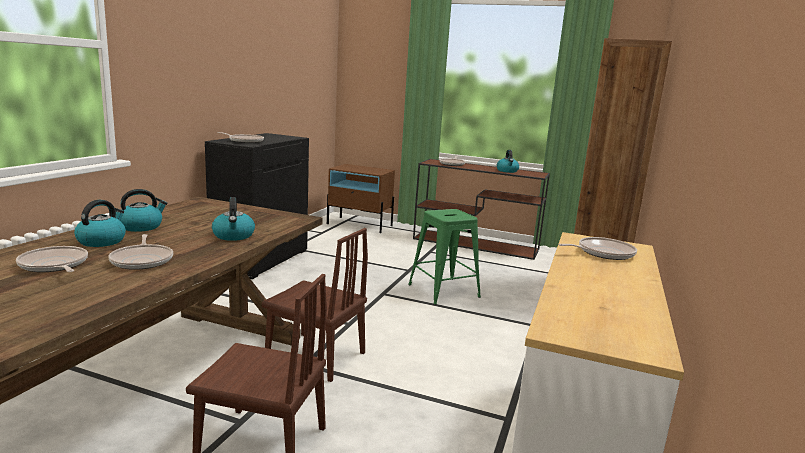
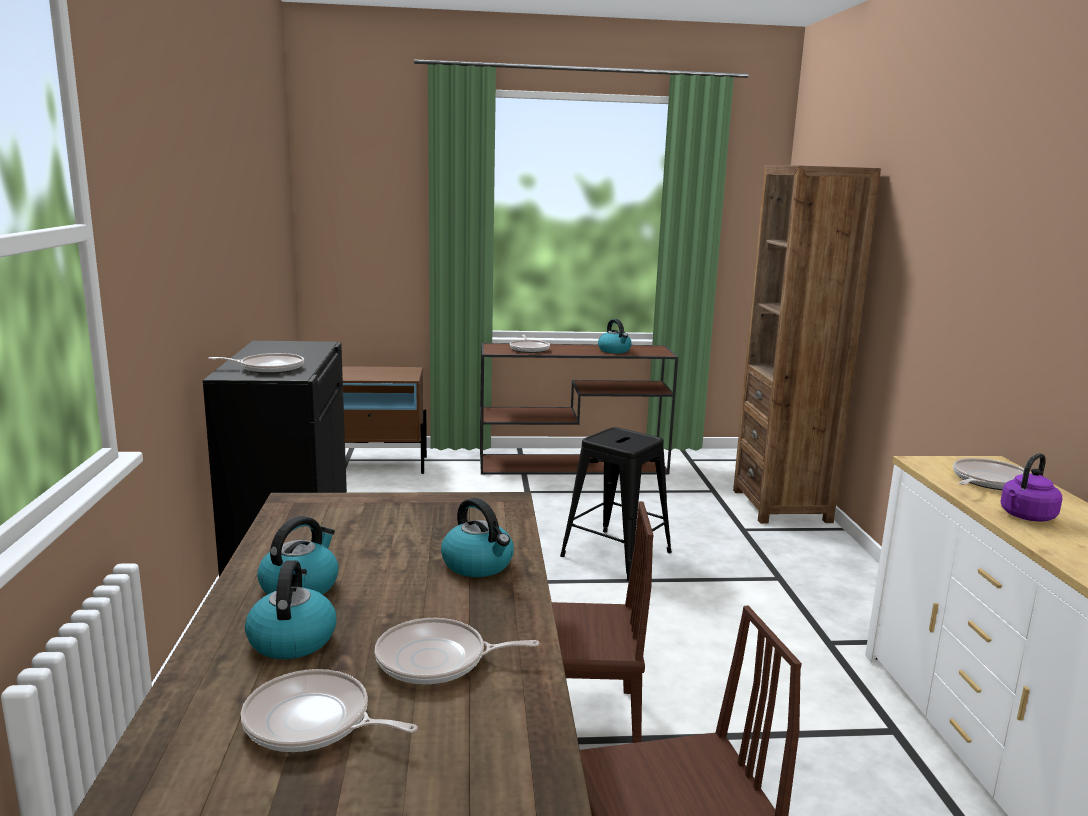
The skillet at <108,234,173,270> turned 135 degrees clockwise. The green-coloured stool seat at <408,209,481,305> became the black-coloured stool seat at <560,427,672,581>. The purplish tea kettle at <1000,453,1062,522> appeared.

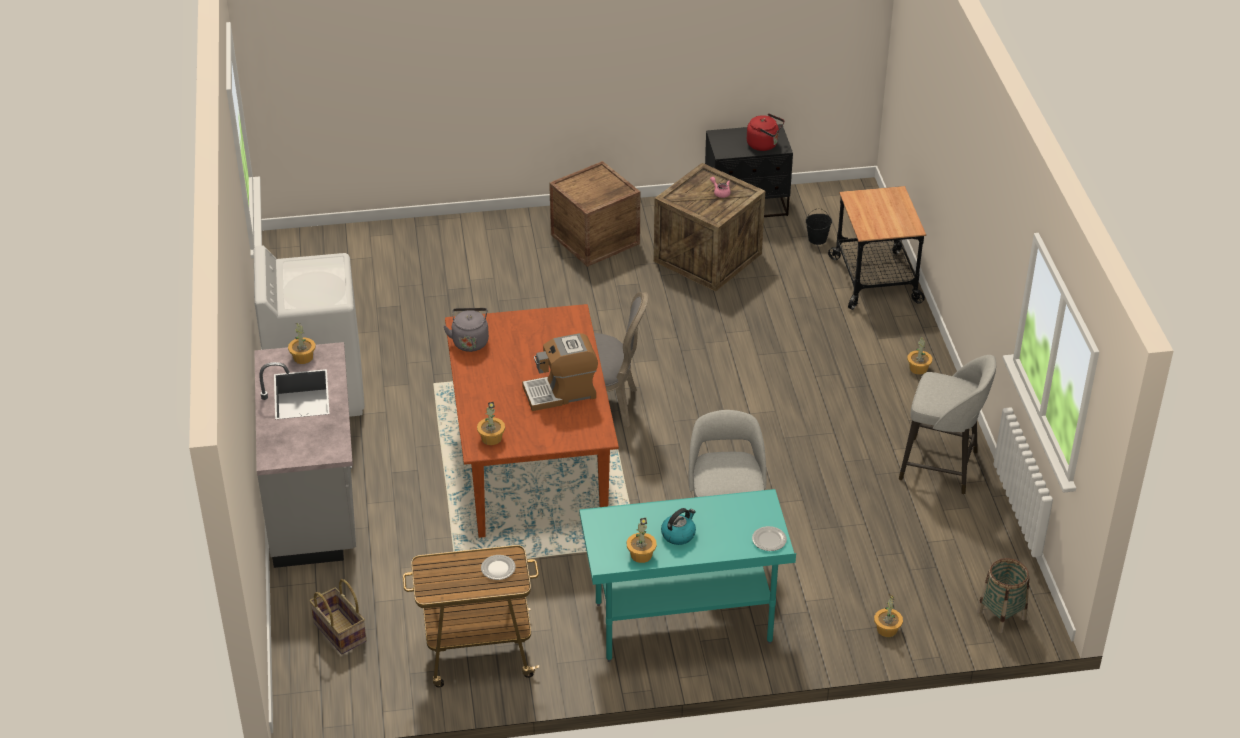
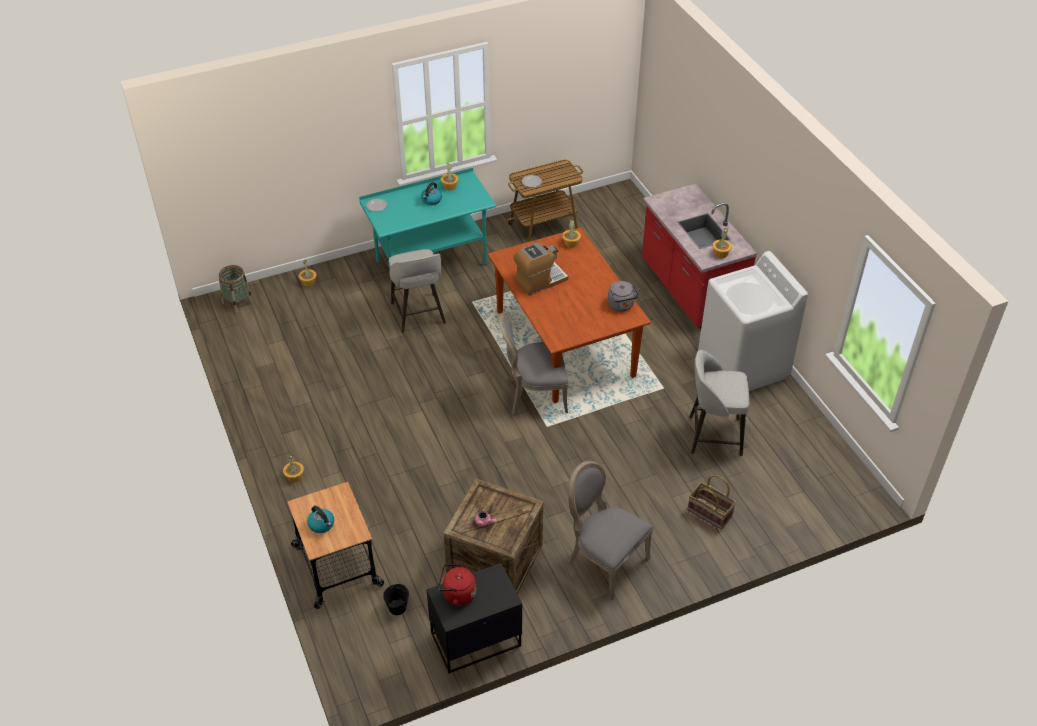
The gray kitchen counter at <254,342,356,568> became the reddish kitchen counter at <642,184,757,329>. The storage basket moved from <310,579,367,654> to <687,475,736,529>. The crate at <549,161,640,267> was replaced by the gray chair at <568,461,653,601>. The gray stool seat moved from <899,355,996,494> to <689,350,750,456>. The tea kettle at <307,506,334,533> appeared.

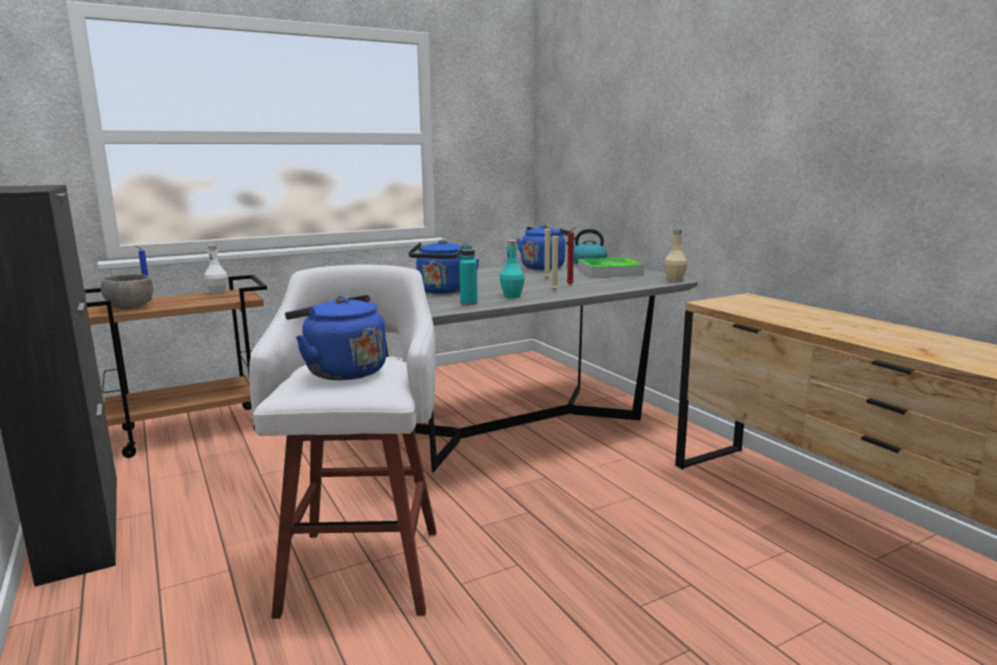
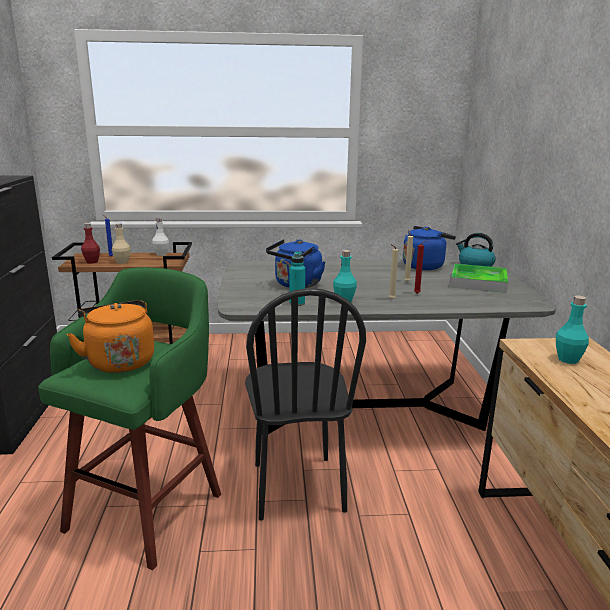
The gray bowl at <101,274,153,310> was replaced by the reddish beverage bottle at <81,223,100,264>. The whitish stool seat at <249,265,437,619> became the green-coloured stool seat at <38,267,221,570>. The bluish tea kettle at <285,295,386,380> became the orange tea kettle at <67,300,154,373>. The beige beverage bottle moved from <664,230,687,281> to <112,223,130,264>. The black-coloured chair at <245,288,366,521> appeared. The blue-green beverage bottle at <556,296,589,364> appeared.

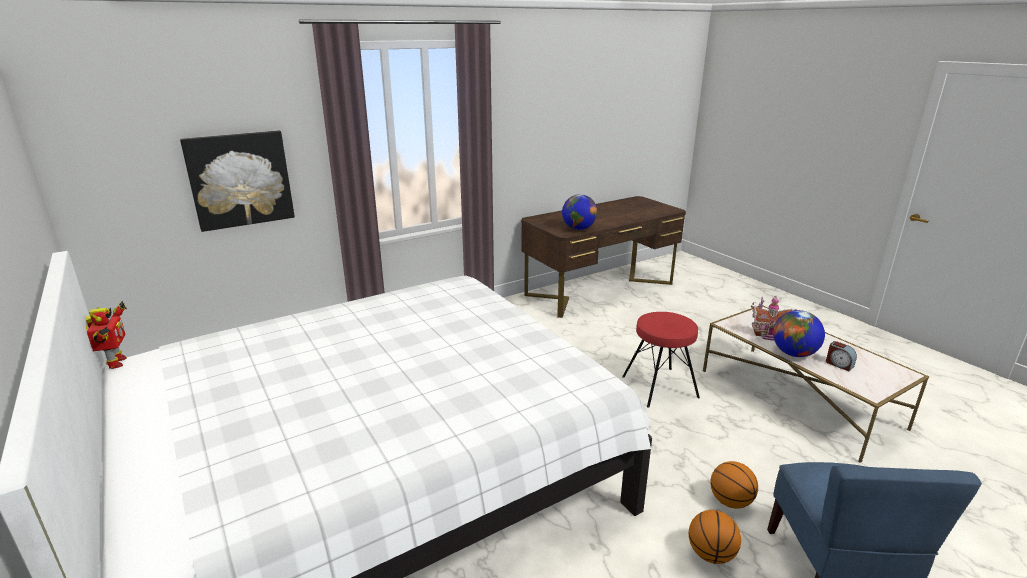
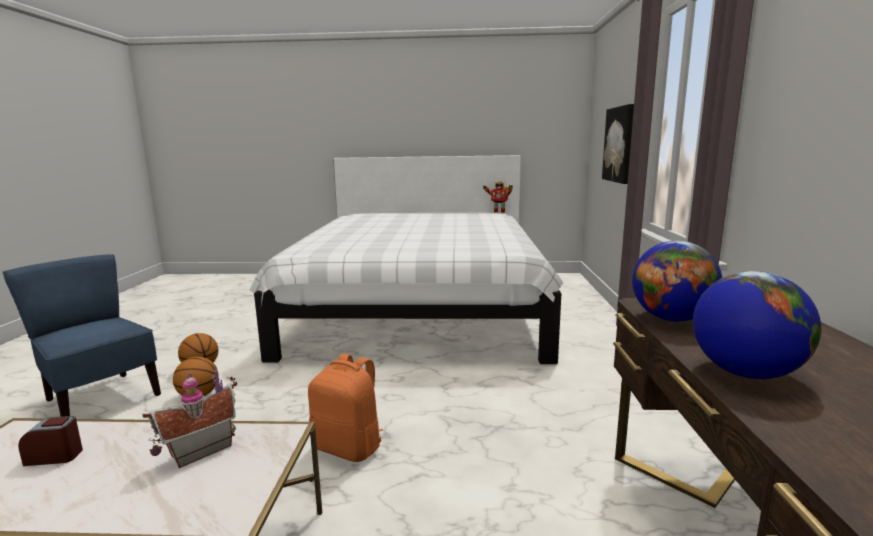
The reddish stool seat at <622,312,700,408> was replaced by the orange knapsack at <308,353,383,462>. The globe moved from <773,310,825,357> to <693,271,821,379>.

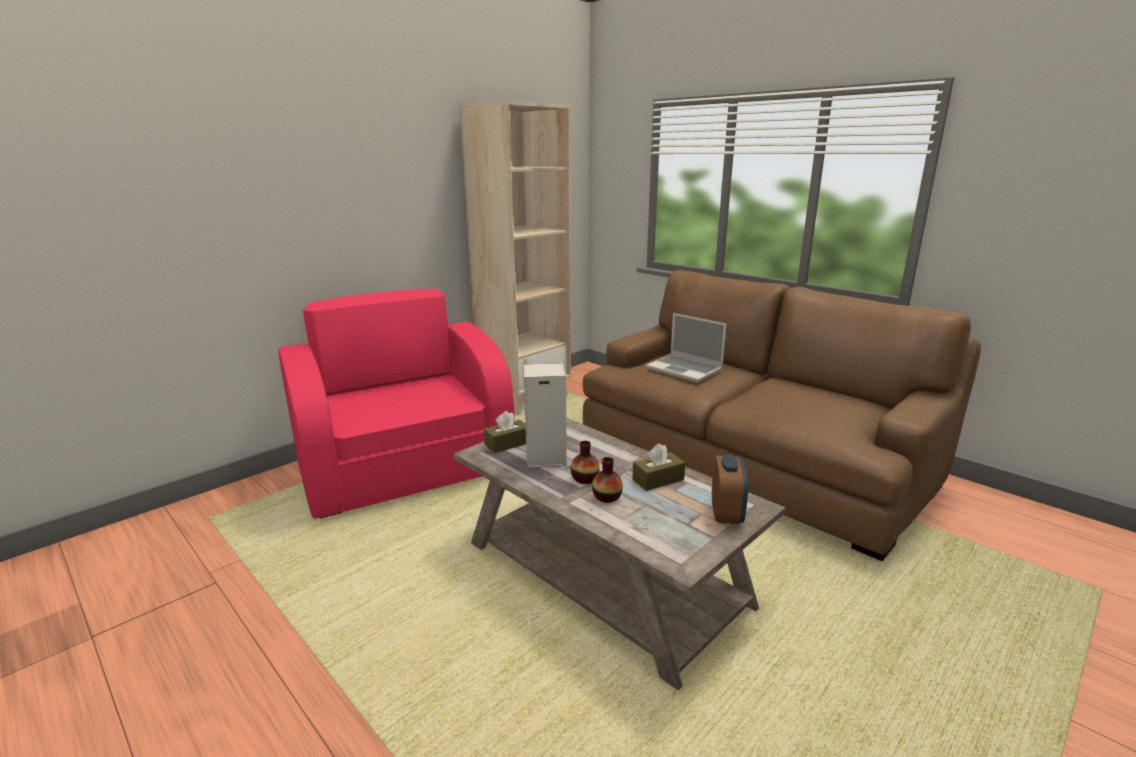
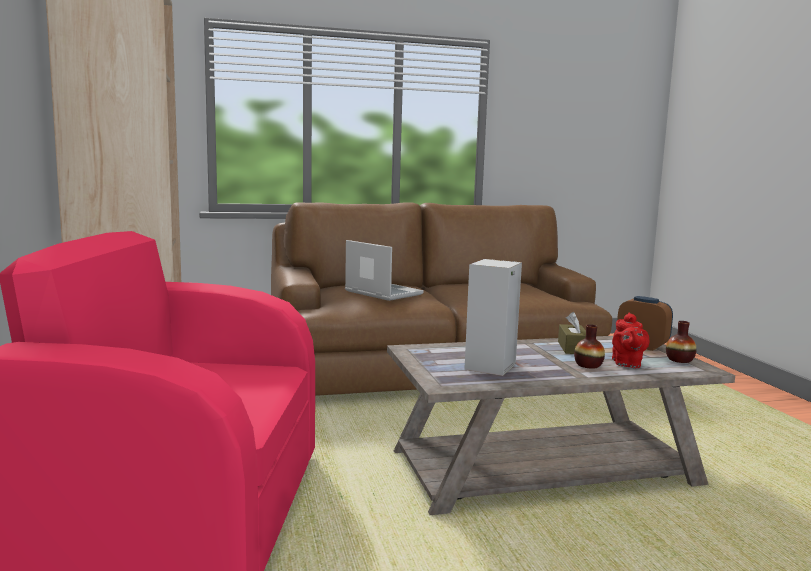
The brown tissue holder at <484,411,526,453> disappeared. The decorative vase moved from <571,441,600,484> to <666,321,697,363>. The notebook computer at <646,313,727,383> turned 120 degrees counterclockwise. The reddish teapot at <612,313,649,368> appeared.

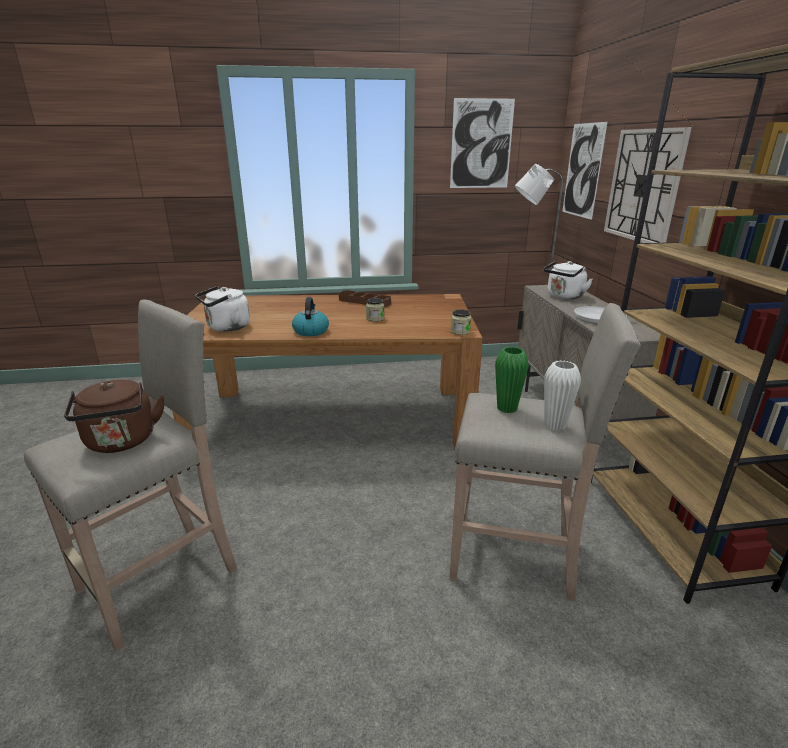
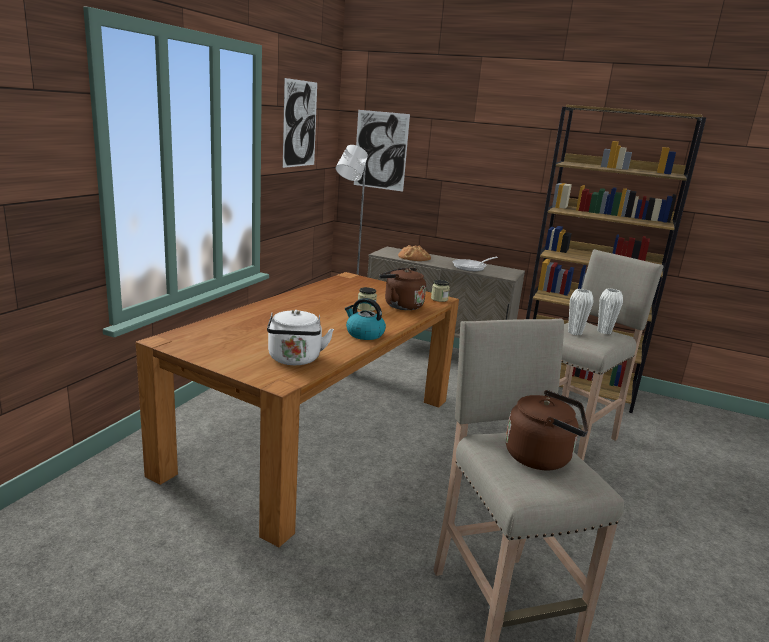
The brown tray at <339,290,391,307> disappeared. The green-coloured decorative vase at <495,347,529,413> became the whitish decorative vase at <568,289,593,335>. The whitish tea kettle at <544,261,593,299> was replaced by the baked bread at <398,245,431,261>. The wall clock at <604,127,692,243> disappeared. The brown tea kettle at <379,268,426,310> appeared.

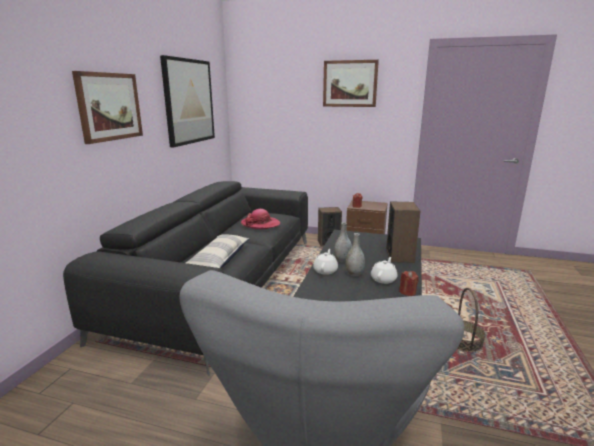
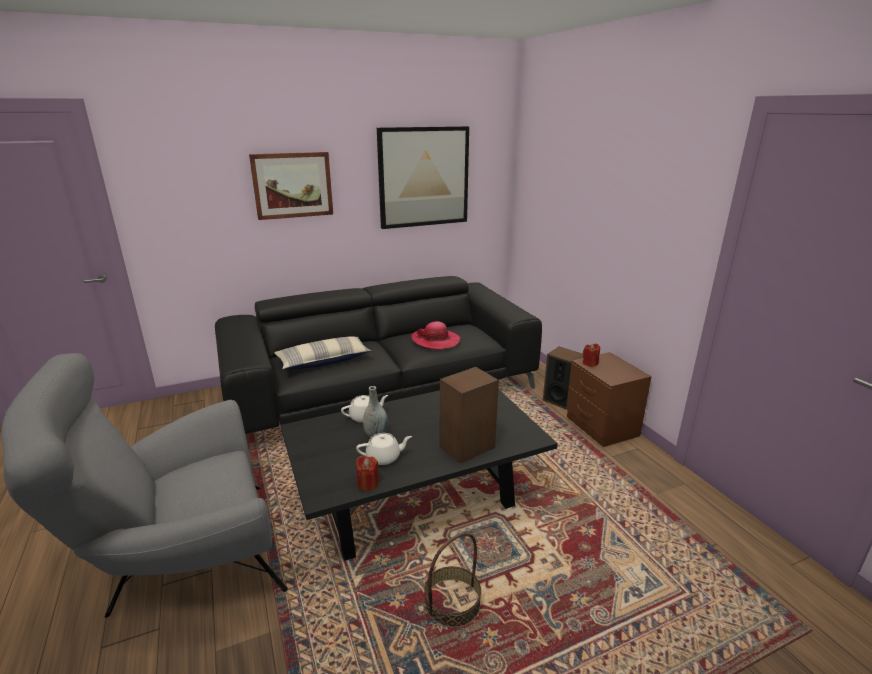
The wall art at <323,60,379,107> disappeared. The gray decorative vase at <334,222,352,263> disappeared.

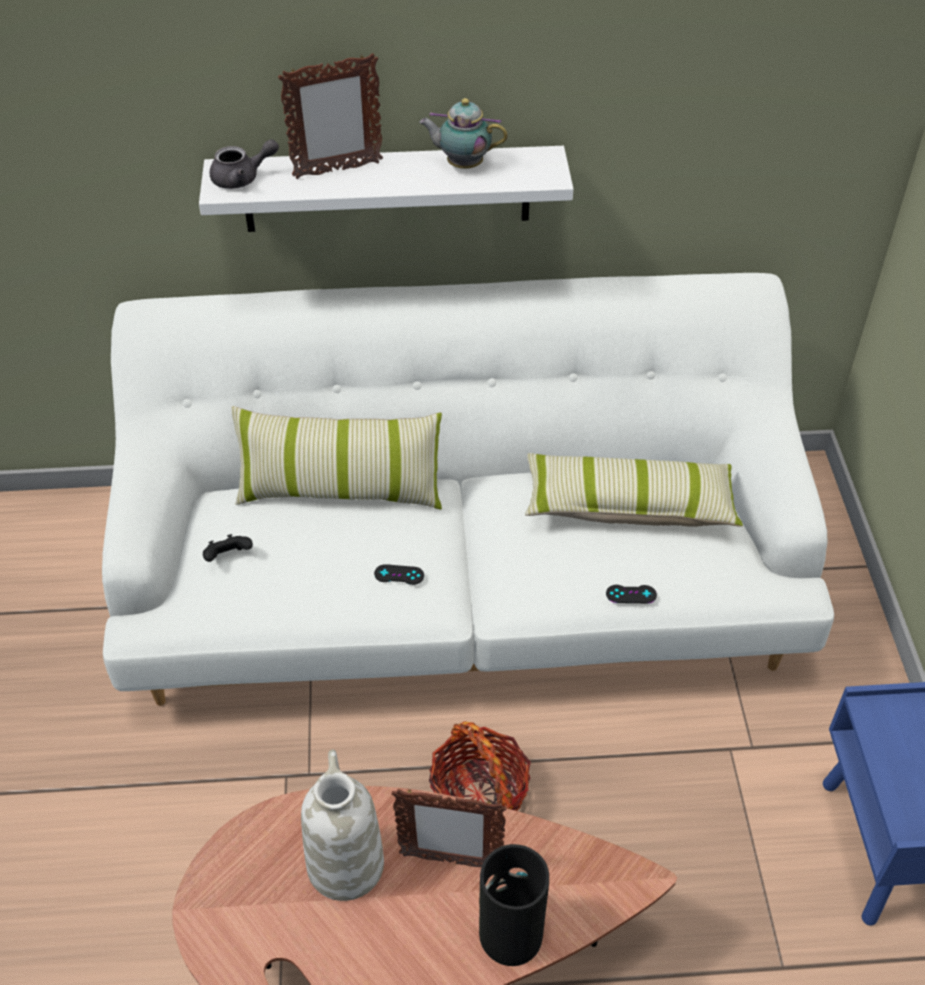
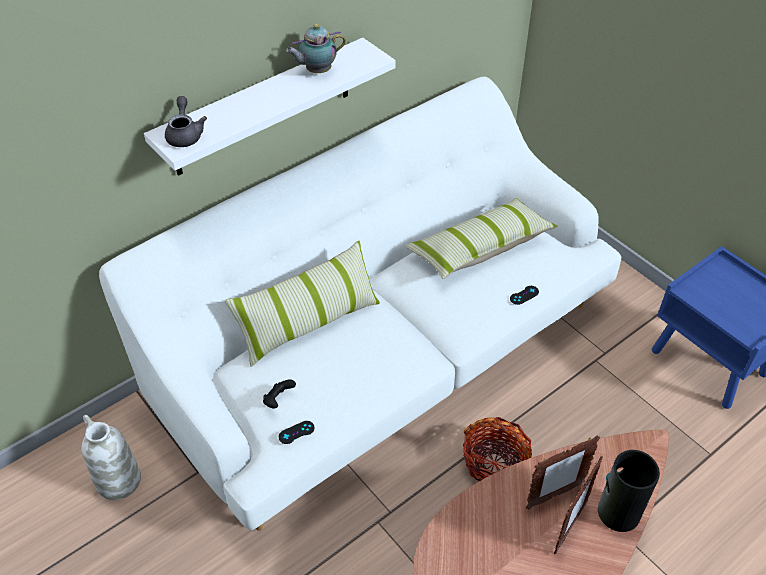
The gray teapot at <209,139,279,189> turned 45 degrees counterclockwise. The picture frame moved from <278,53,383,179> to <554,456,603,554>. The whitish decorative vase moved from <301,750,384,901> to <81,415,141,500>. The black-coloured gamepad moved from <374,564,424,585> to <279,421,314,444>.

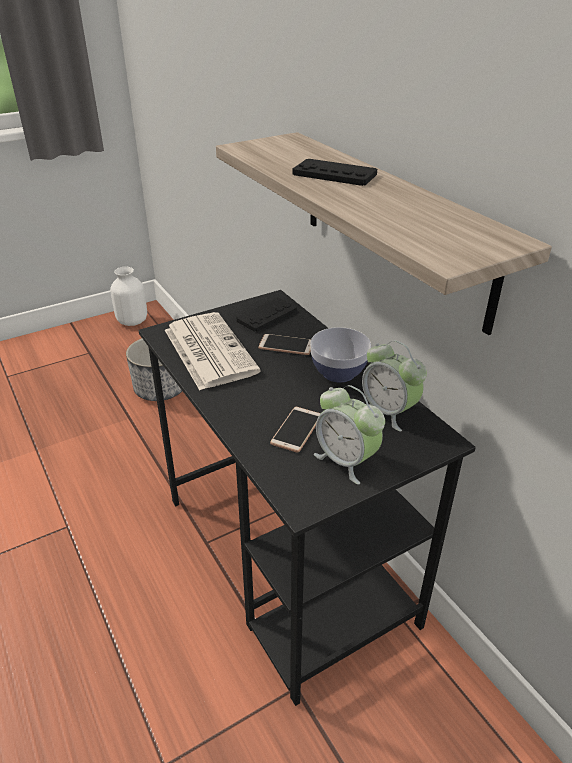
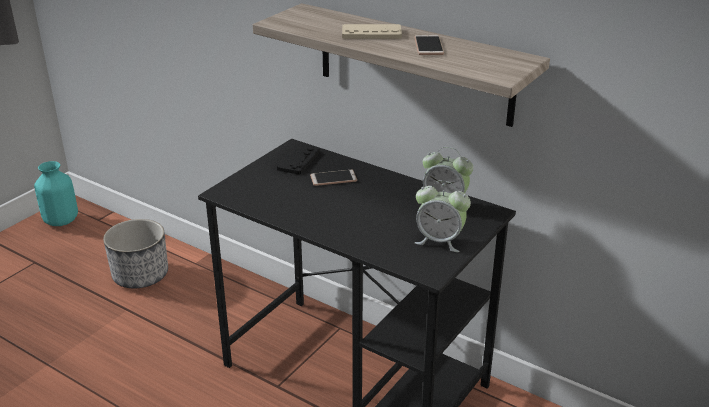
The whitish decorative vase at <110,267,147,326> became the blue-green decorative vase at <34,161,78,226>. The newspaper at <165,312,261,390> disappeared. The phone moved from <270,407,321,453> to <414,35,444,55>. The black-coloured gamepad at <293,159,377,186> became the beige gamepad at <342,24,402,39>. The bowl at <310,327,371,383> disappeared.

